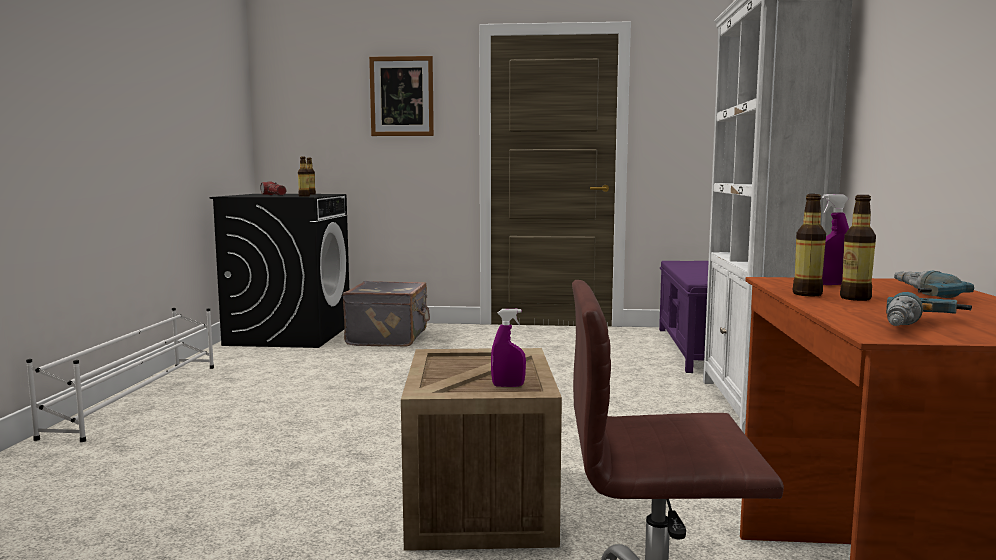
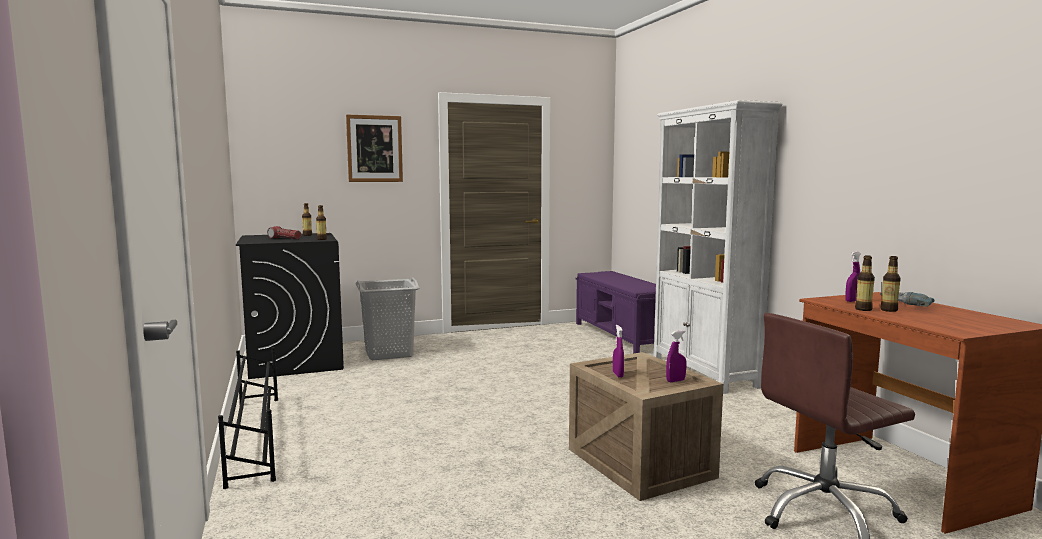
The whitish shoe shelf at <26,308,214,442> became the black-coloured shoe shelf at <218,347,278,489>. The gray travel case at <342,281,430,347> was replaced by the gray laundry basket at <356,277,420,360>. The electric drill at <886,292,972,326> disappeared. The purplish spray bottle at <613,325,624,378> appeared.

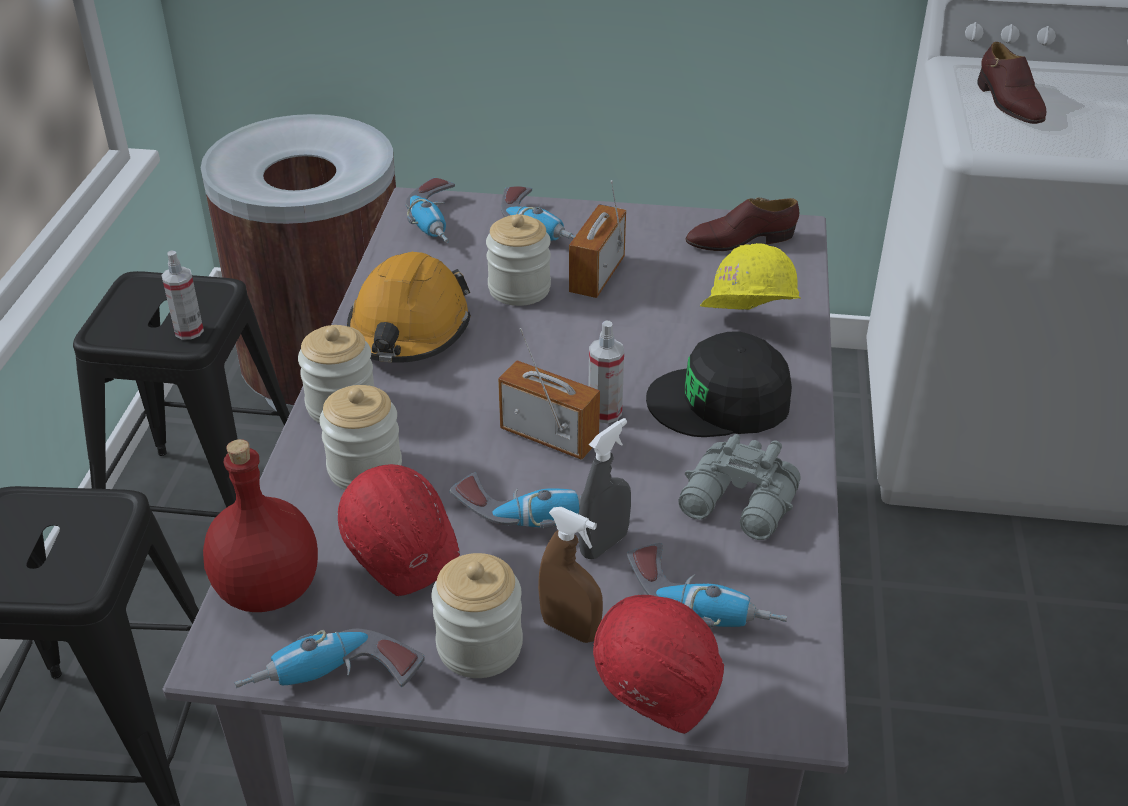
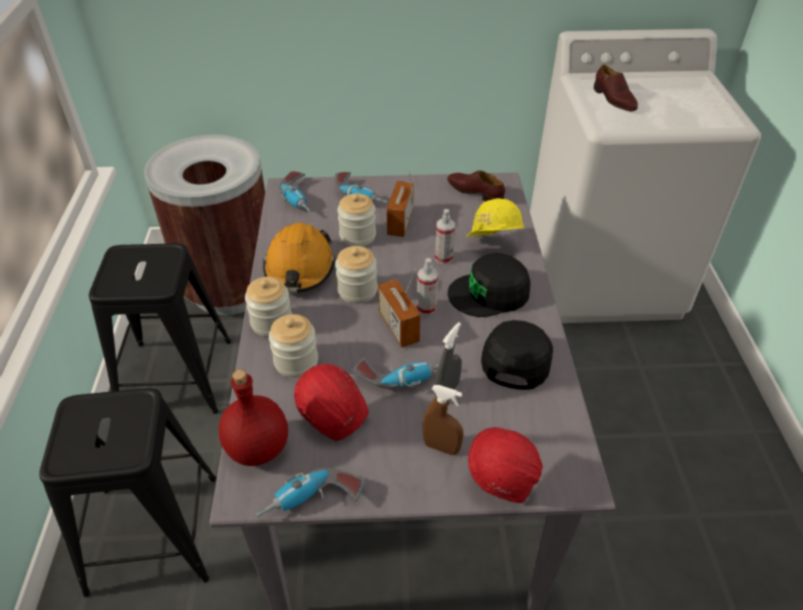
The spray bottle moved from <161,251,204,340> to <435,209,455,264>. The preserve jar moved from <432,553,523,678> to <335,246,378,304>. The radio set at <498,328,600,460> turned 135 degrees counterclockwise. The electric drill at <627,543,787,628> disappeared. The gray field glasses at <678,434,801,540> was replaced by the black-coloured cap at <481,320,553,390>. The brown low shoe at <685,197,799,251> turned 60 degrees clockwise.

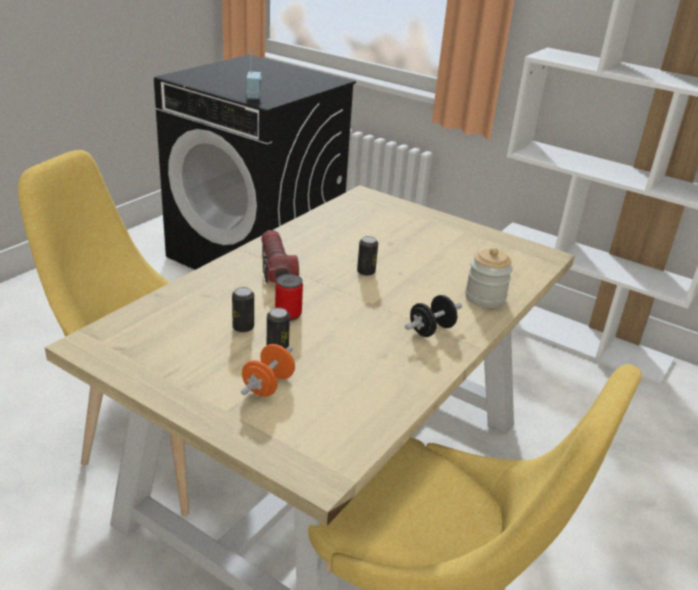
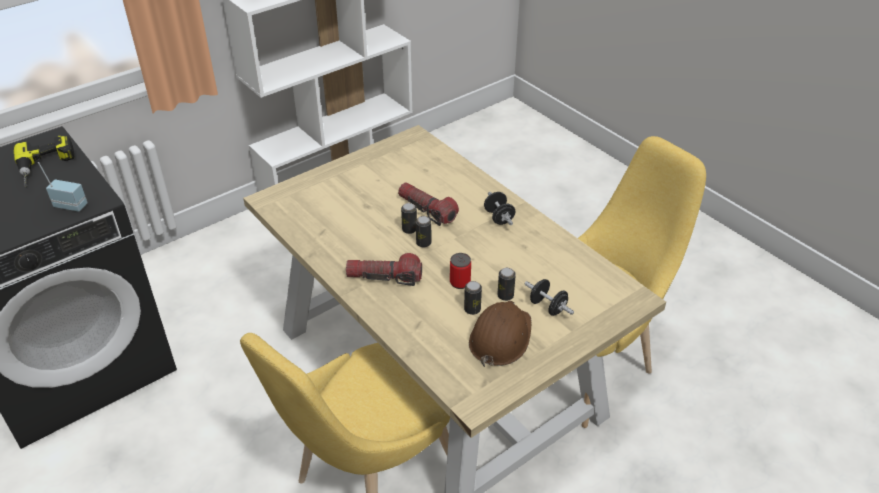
The orange free weight at <241,344,295,397> became the black-coloured free weight at <525,279,574,316>. The preserve jar at <465,248,513,308> disappeared. The electric drill at <14,136,75,187> appeared. The hand torch at <398,183,459,226> appeared. The sealed can at <416,216,431,247> appeared. The brown safety helmet at <469,301,531,367> appeared.

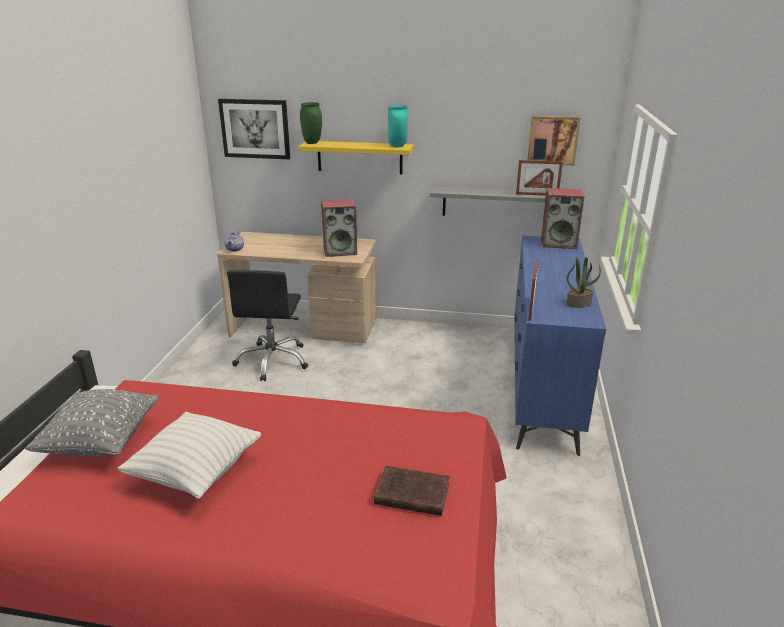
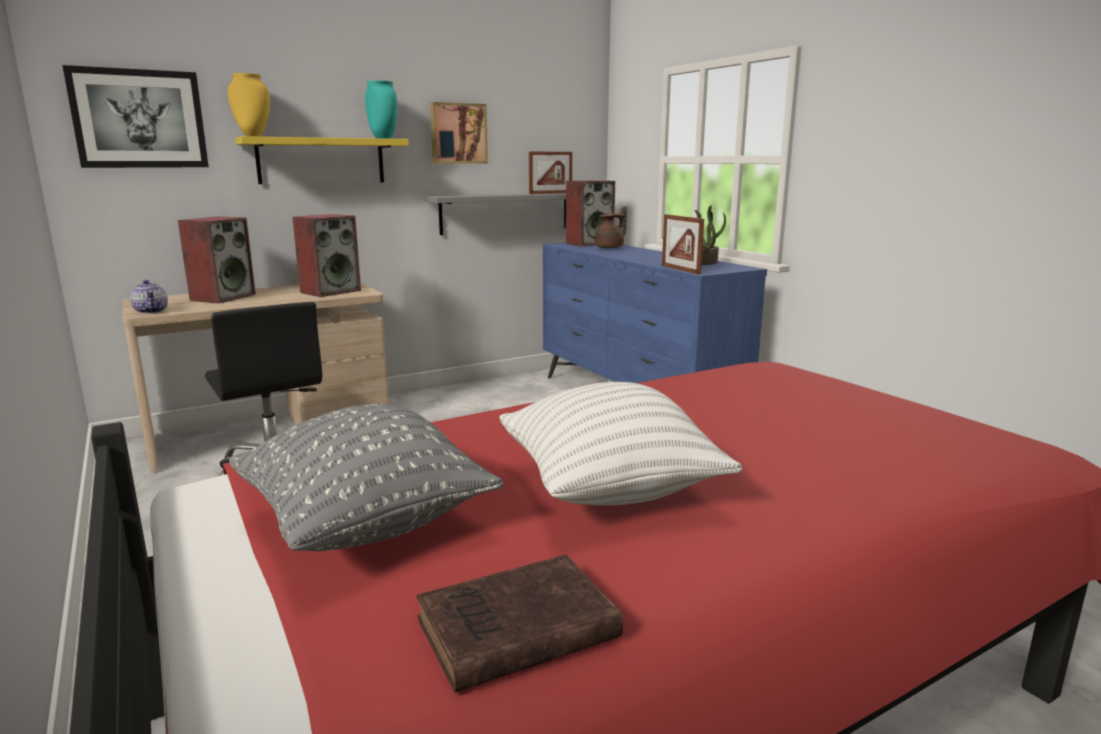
The green-coloured decorative vase at <300,102,322,144> became the yellow decorative vase at <228,73,270,137>. The brown bound book moved from <374,466,450,516> to <416,555,623,693>. The wall art moved from <527,116,580,166> to <430,102,488,164>. The audio speaker at <178,217,256,303> appeared. The brown teapot at <594,206,627,248> appeared.

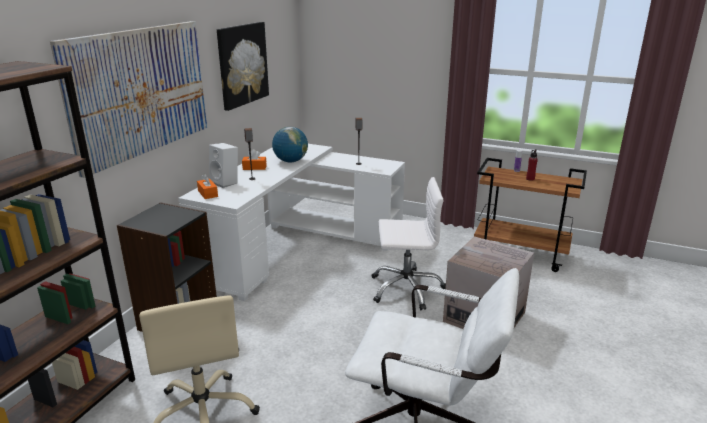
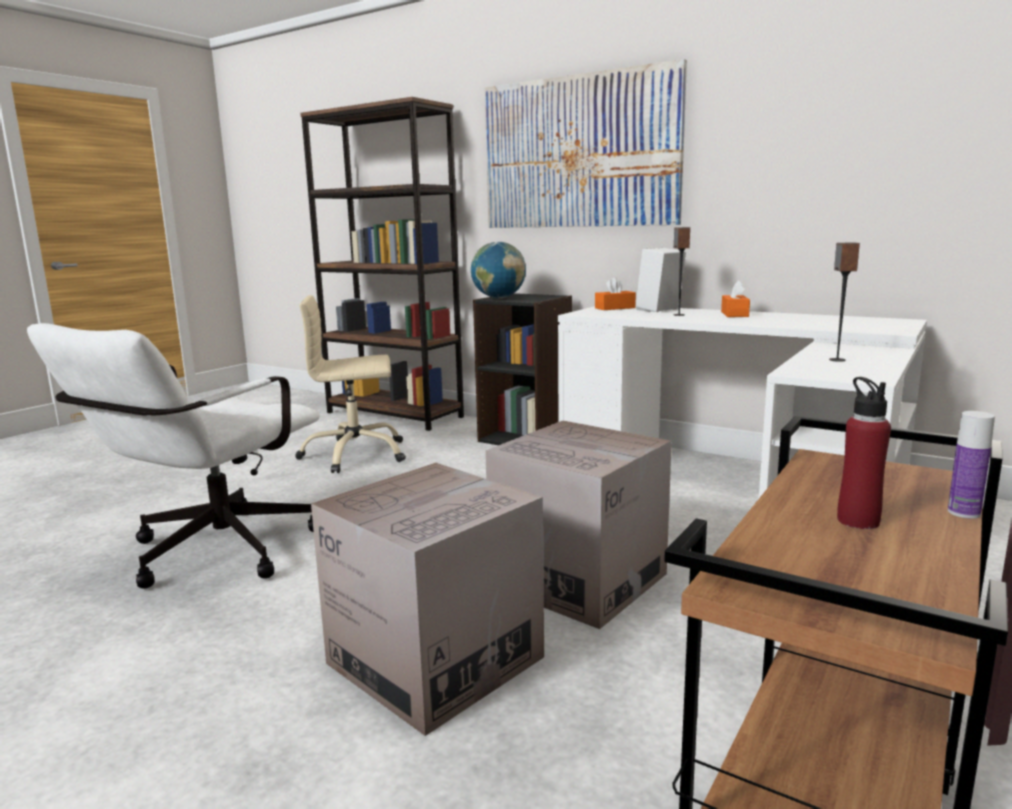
The wall art at <217,22,269,111> disappeared. The globe moved from <272,127,308,163> to <471,242,526,298>. The whitish desk chair at <371,177,446,310> was replaced by the packing box at <485,420,672,629>.

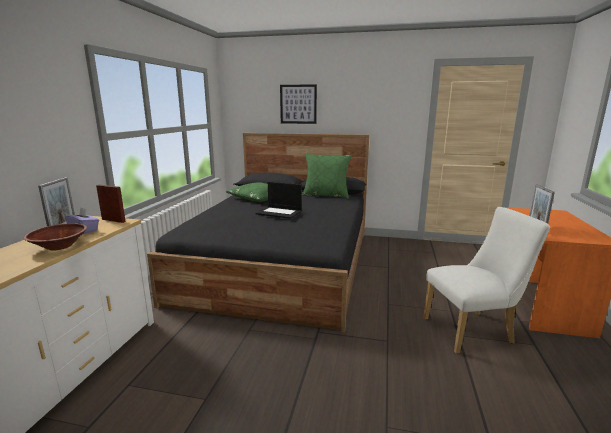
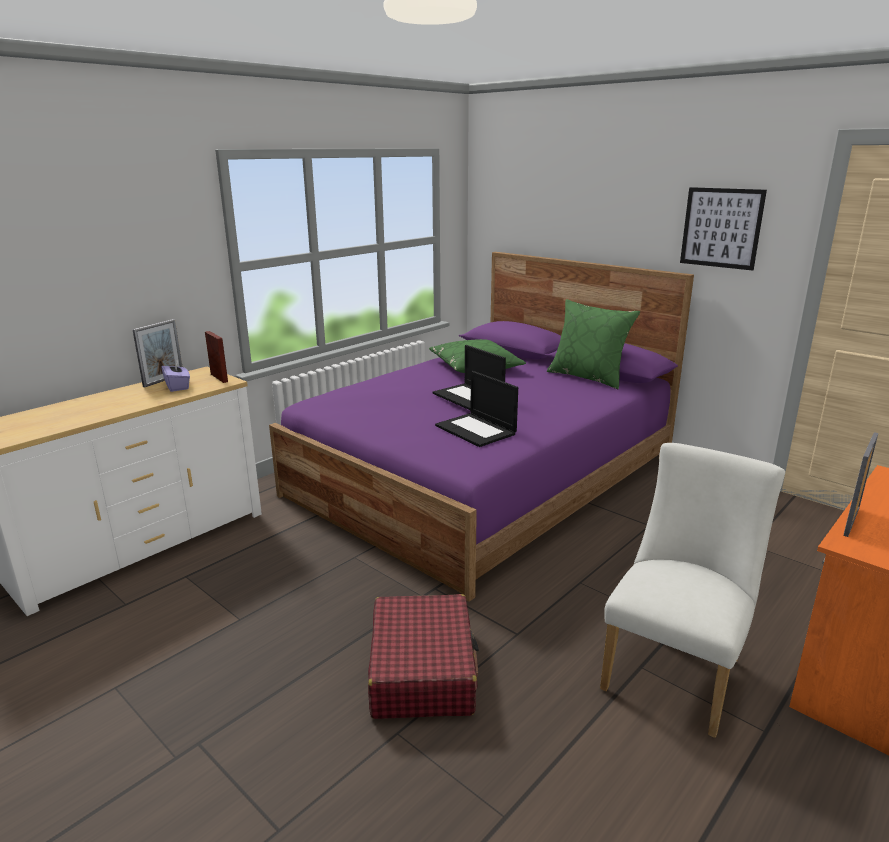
The brown bowl at <24,223,87,251> disappeared. The black-coloured sleeping bed at <147,133,369,333> became the purplish sleeping bed at <269,252,694,602>. The wall art moved from <280,84,317,124> to <680,187,767,271>. The whitish chair at <423,207,550,354> turned 75 degrees counterclockwise. The reddish travel case at <368,594,479,719> appeared. The notebook computer at <435,371,518,447> appeared.

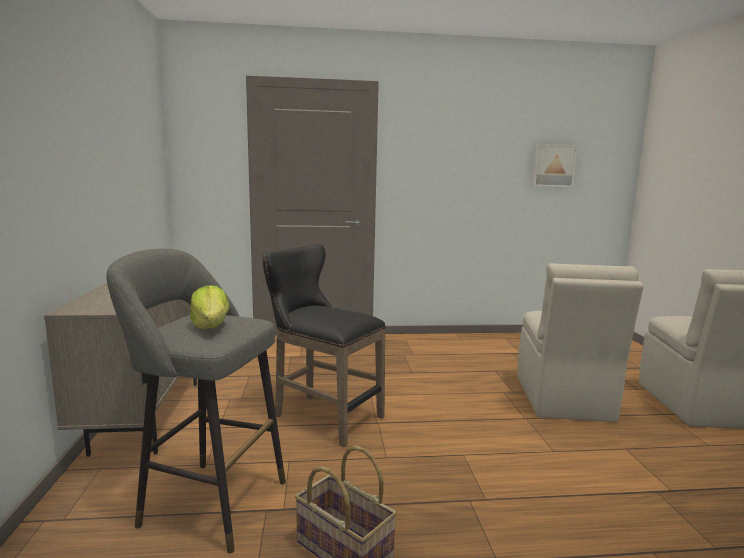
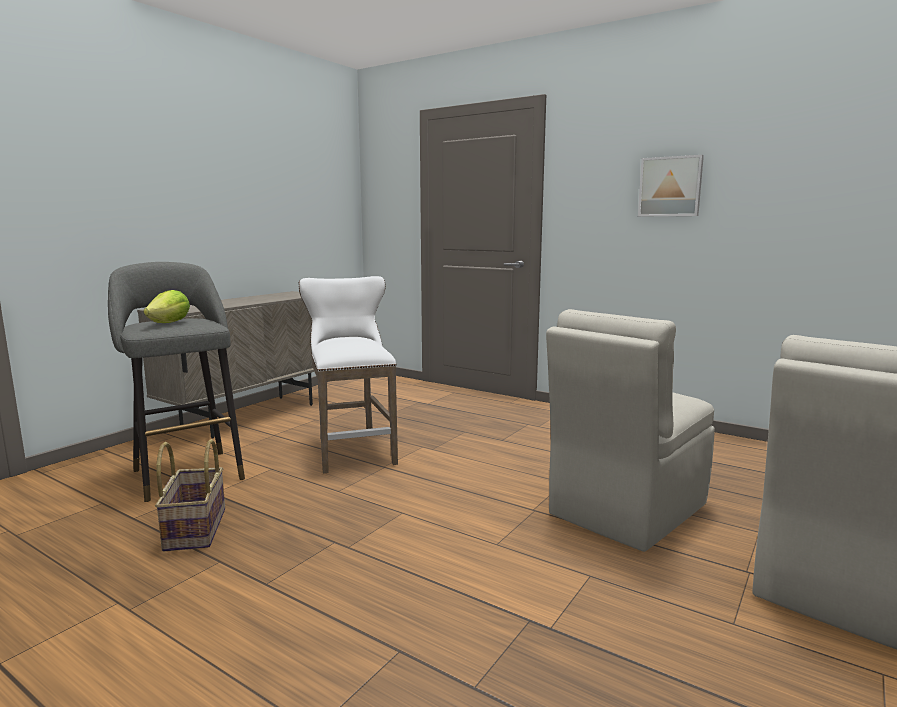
The black-coloured stool seat at <263,244,386,447> became the whitish stool seat at <299,276,398,473>. The wall art moved from <532,144,577,187> to <638,155,704,216>.

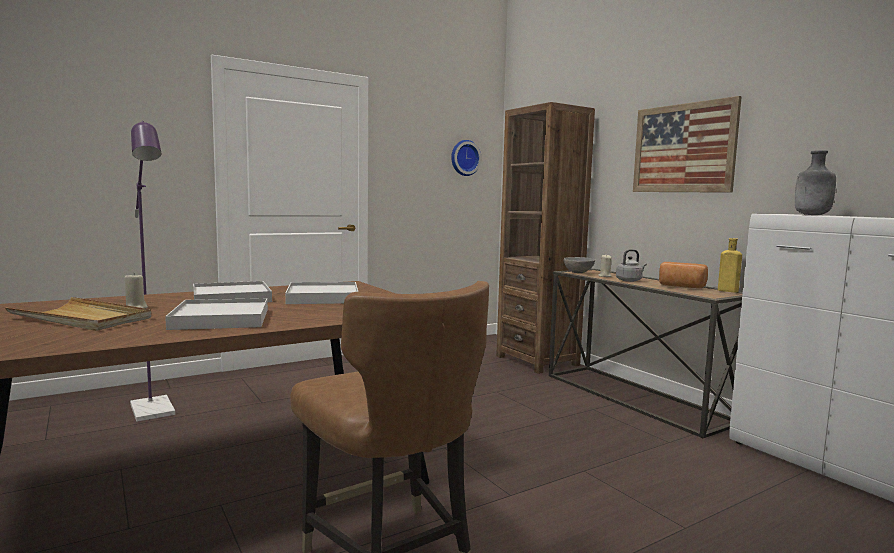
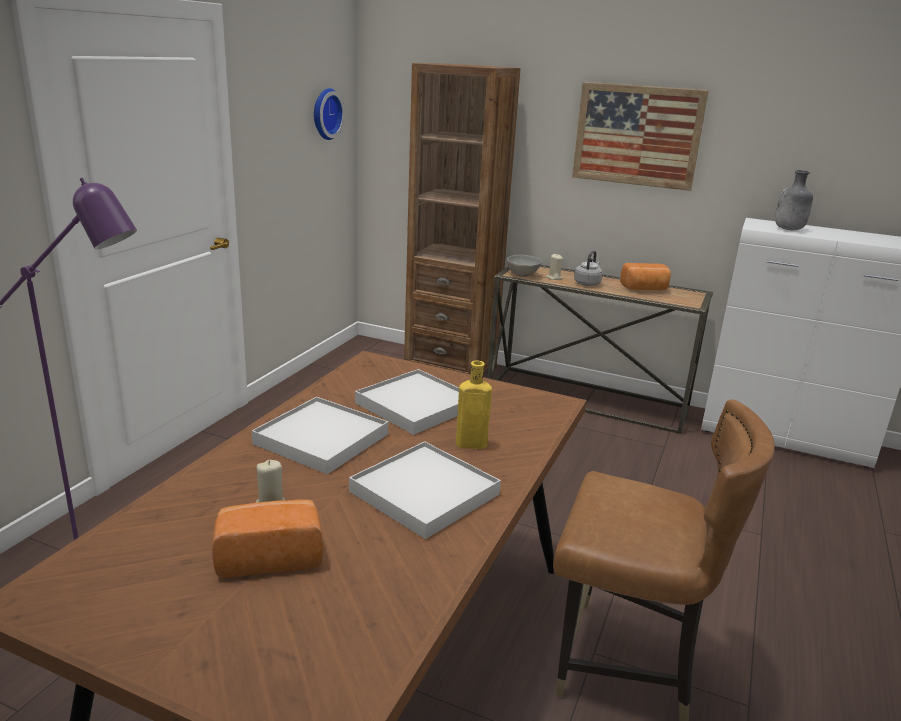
The beige tray at <5,297,151,331> was replaced by the baked bread at <212,500,323,577>. The yellow beverage bottle moved from <718,238,742,292> to <456,360,492,449>.

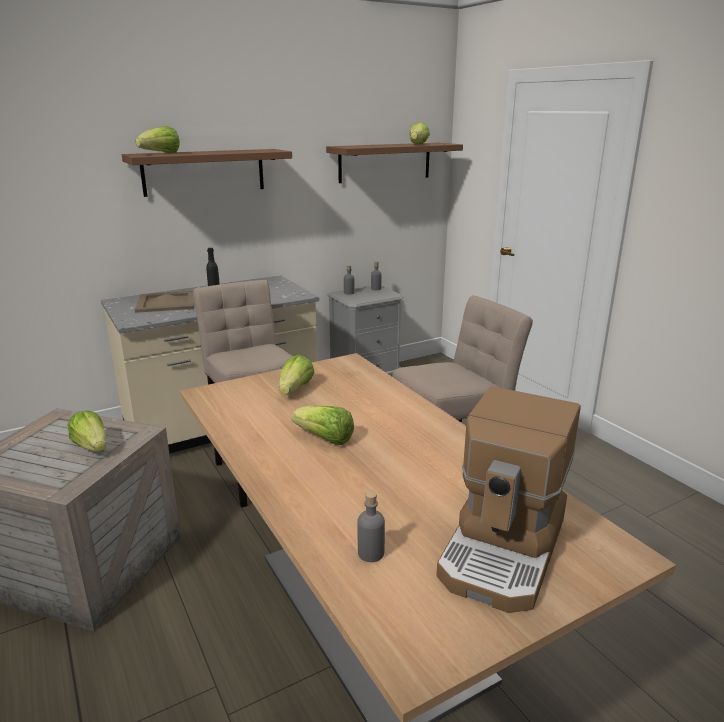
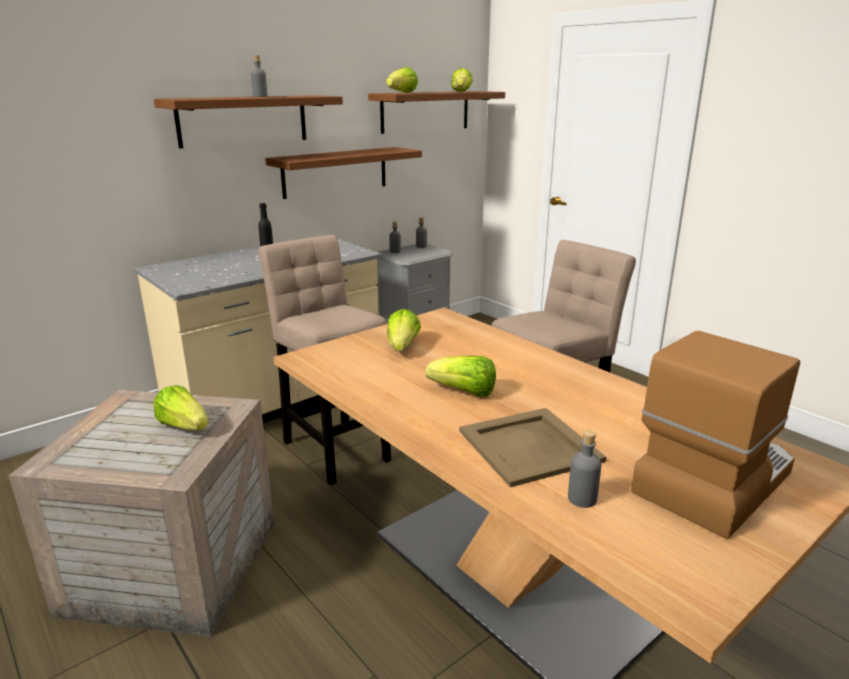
The beige tray moved from <135,291,194,313> to <459,408,606,487>. The head of lettuce moved from <136,126,180,153> to <386,67,418,93>. The coffee machine at <436,386,581,613> turned 150 degrees counterclockwise. The gray beverage bottle at <251,55,267,97> appeared. The brown shelf at <265,147,422,199> appeared.

